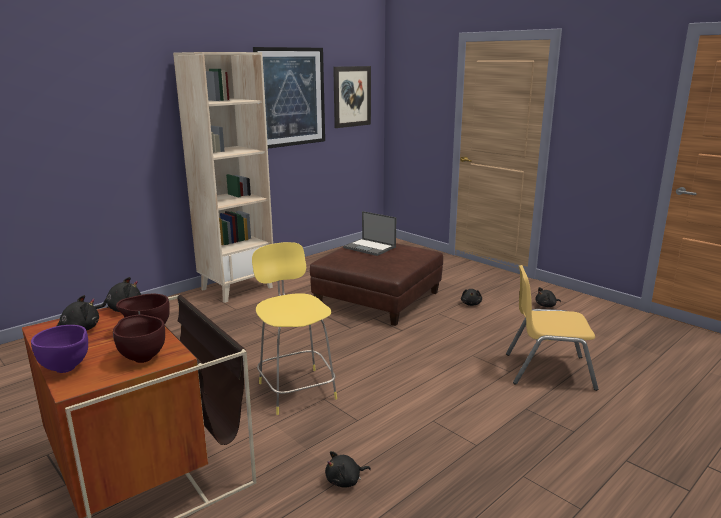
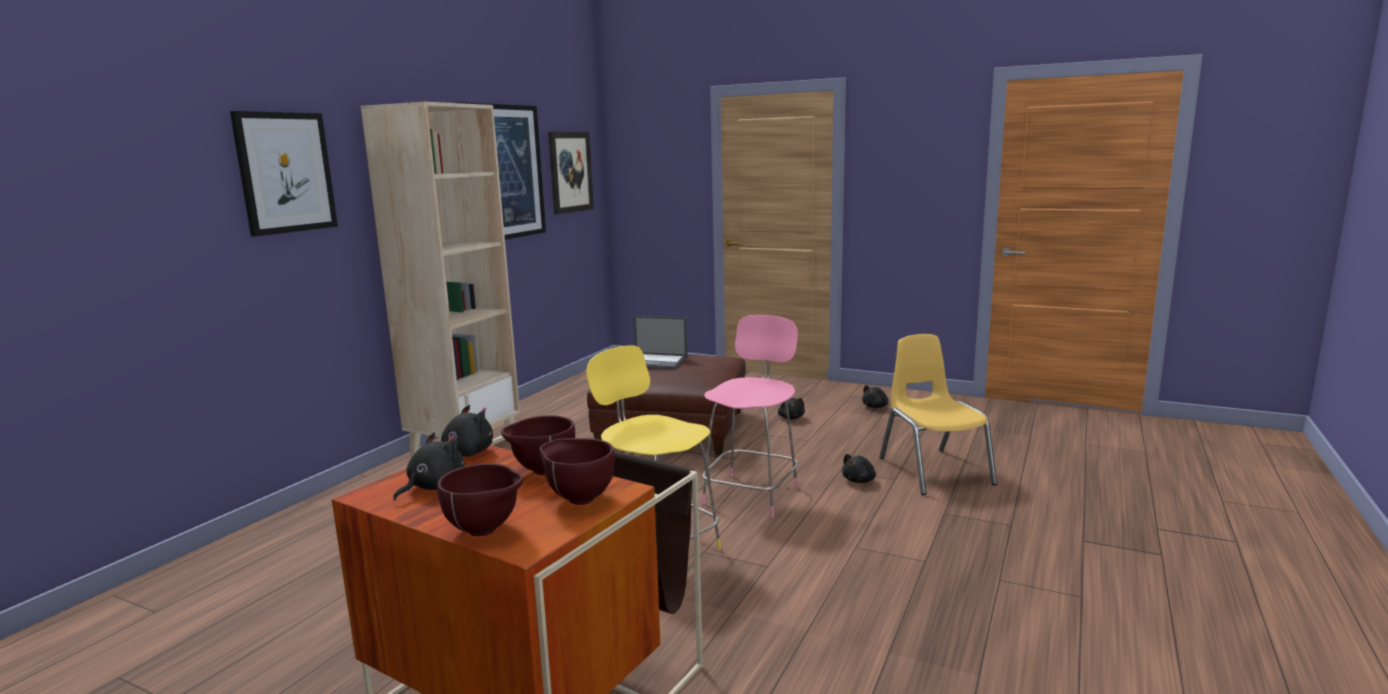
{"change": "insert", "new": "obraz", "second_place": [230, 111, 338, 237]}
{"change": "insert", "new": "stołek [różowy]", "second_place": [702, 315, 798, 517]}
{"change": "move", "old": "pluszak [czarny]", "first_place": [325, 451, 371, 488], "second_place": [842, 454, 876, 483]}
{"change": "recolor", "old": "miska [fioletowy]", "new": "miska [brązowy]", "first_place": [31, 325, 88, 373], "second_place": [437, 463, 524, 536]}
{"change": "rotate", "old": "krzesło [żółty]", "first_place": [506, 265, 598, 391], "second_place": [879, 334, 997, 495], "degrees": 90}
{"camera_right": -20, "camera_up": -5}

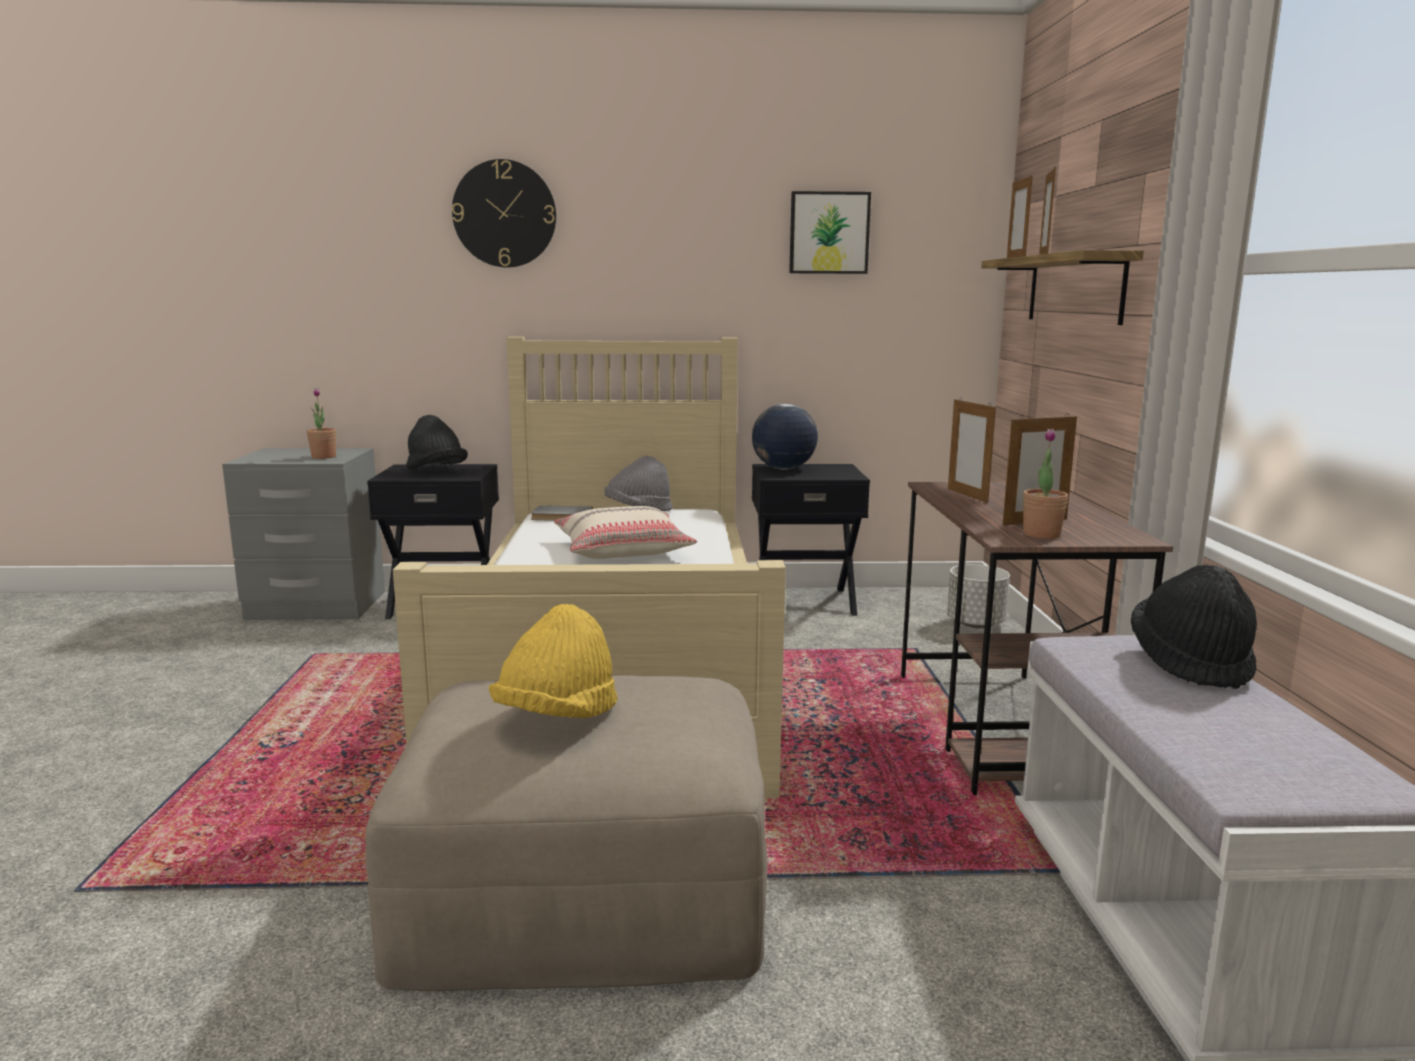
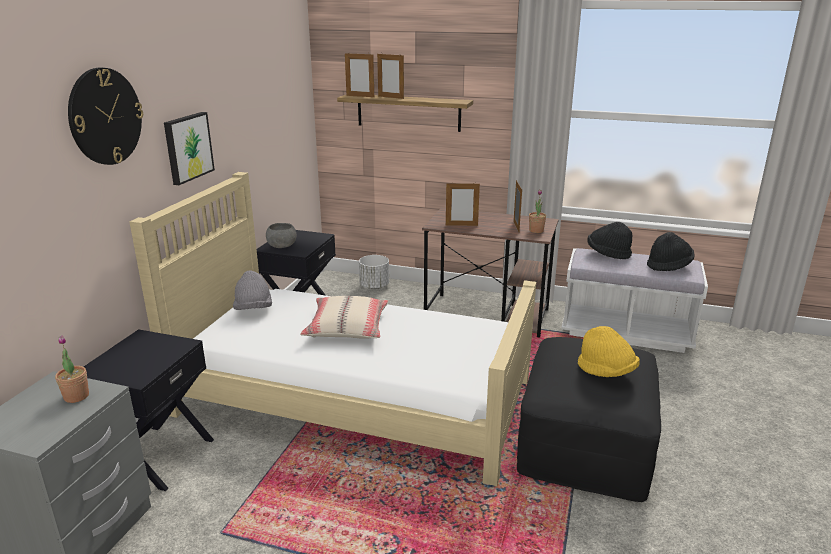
{"change": "delete", "old": "książka [szary]", "first_place": [531, 505, 593, 521]}
{"change": "move", "old": "kapelusz [czarny]", "first_place": [406, 415, 468, 469], "second_place": [647, 232, 694, 271]}
{"change": "move", "old": "obraz", "first_place": [789, 191, 871, 274], "second_place": [164, 112, 215, 185]}
{"change": "replace", "old": "globus", "new": "miska [szary]", "first_place": [752, 404, 818, 470], "second_place": [266, 223, 297, 248]}
{"change": "recolor", "old": "pufa [beżowy]", "new": "pufa [czarny]", "first_place": [366, 675, 768, 991], "second_place": [517, 337, 661, 502]}
{"camera_right": -70, "camera_up": 10}

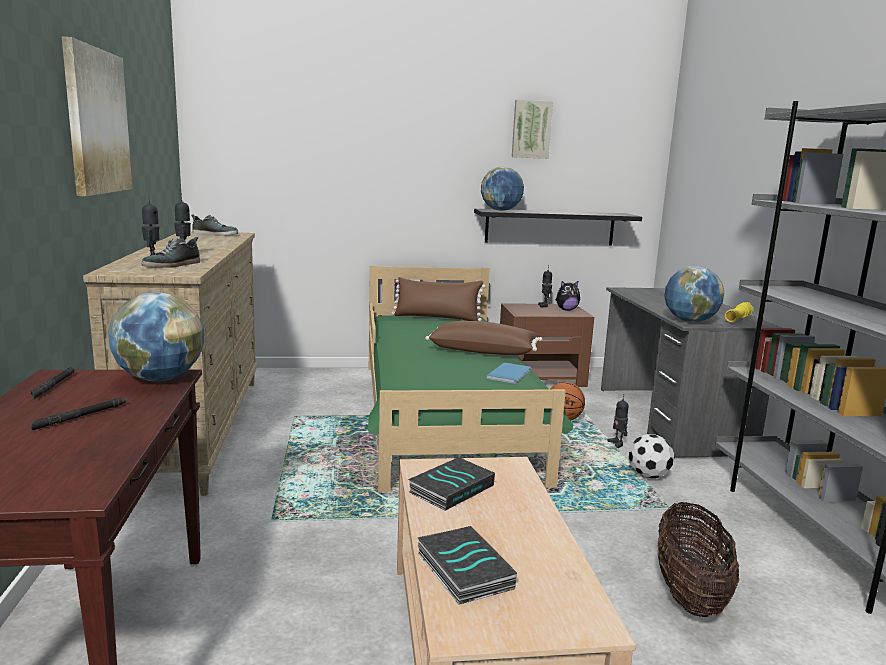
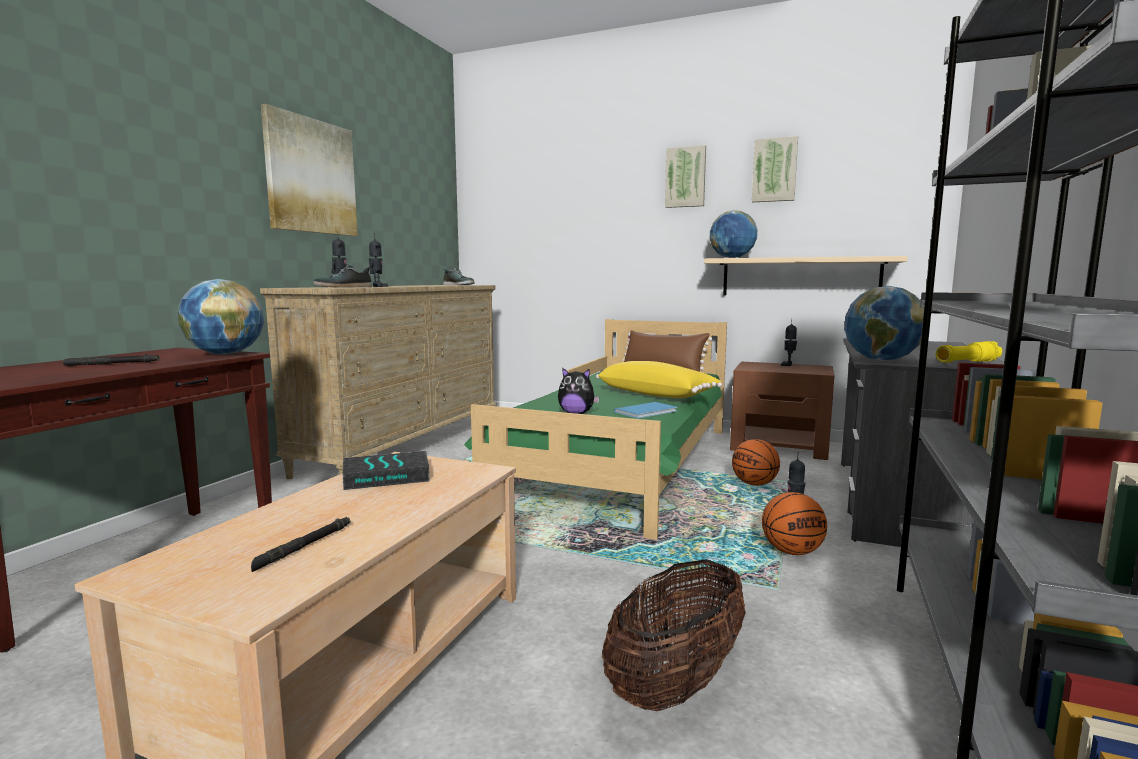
{"change": "delete", "old": "książka", "first_place": [417, 526, 517, 605]}
{"change": "insert", "new": "obraz", "second_place": [665, 145, 706, 208]}
{"change": "move", "old": "latarka [czarny]", "first_place": [31, 367, 75, 400], "second_place": [251, 517, 350, 572]}
{"change": "move", "old": "pluszak", "first_place": [555, 280, 580, 311], "second_place": [558, 367, 600, 414]}
{"change": "replace", "old": "piłka futbolowa", "new": "piłka do koszykówki", "first_place": [628, 434, 674, 479], "second_place": [762, 492, 827, 555]}
{"change": "recolor", "old": "poduszka [brązowy]", "new": "poduszka [żółty]", "first_place": [425, 321, 542, 355], "second_place": [596, 361, 722, 398]}
{"change": "recolor", "old": "półka [czarny]", "new": "półka [beżowy]", "first_place": [474, 209, 642, 246], "second_place": [704, 256, 908, 296]}
{"camera_right": 30, "camera_up": -5}

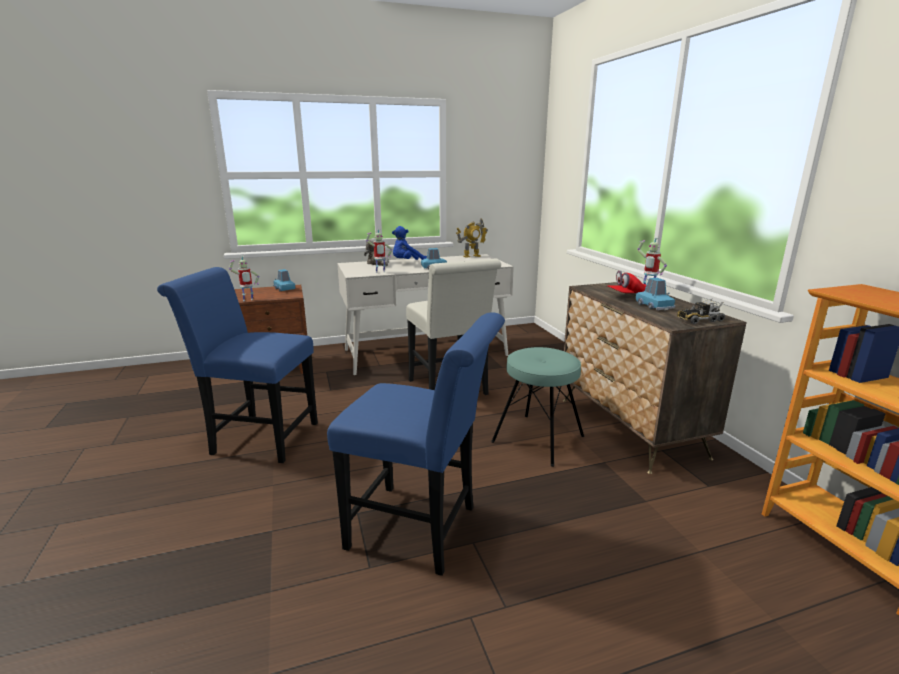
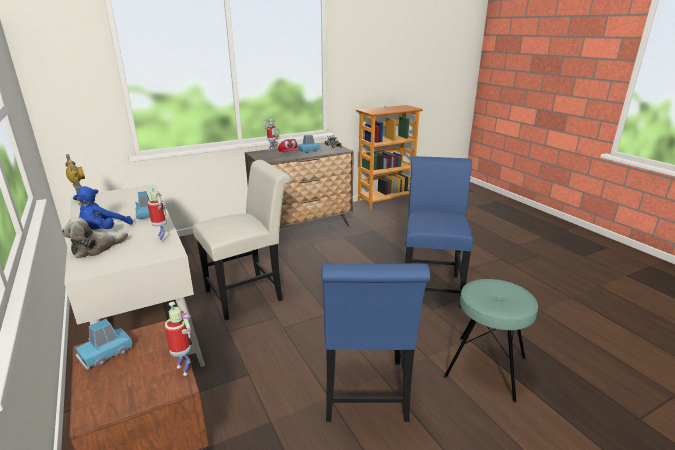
{"change": "move", "old": "stołek [turkusowy]", "first_place": [491, 347, 584, 467], "second_place": [444, 279, 538, 403]}
{"change": "rotate", "old": "pluszak [niebieski]", "first_place": [392, 226, 427, 260], "second_place": [73, 186, 133, 230], "degrees": 60}
{"camera_right": -100, "camera_up": 5}

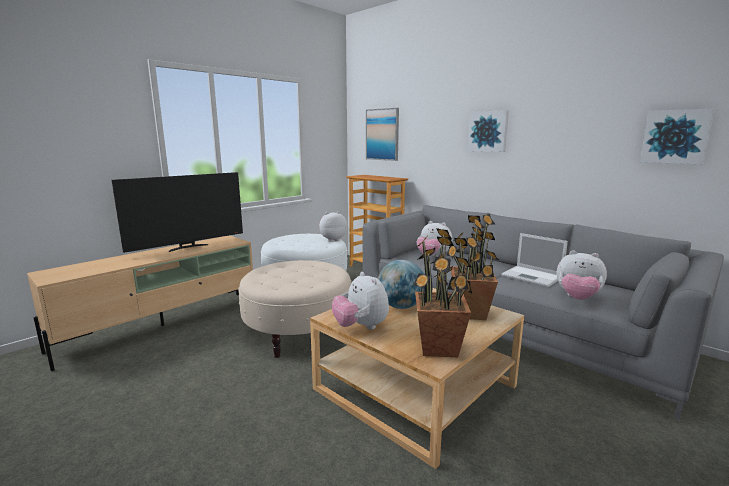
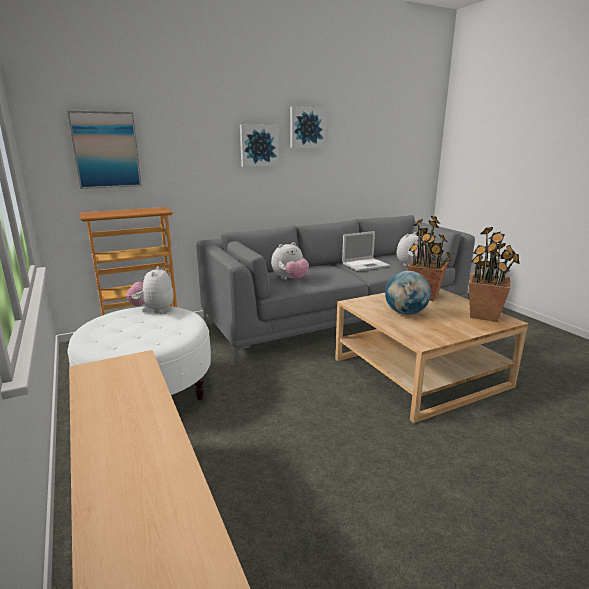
{"change": "delete", "old": "telewizor", "first_place": [112, 172, 243, 253]}
{"change": "delete", "old": "pufa [beżowy]", "first_place": [238, 260, 352, 358]}
{"change": "delete", "old": "pluszak", "first_place": [332, 272, 389, 330]}
{"change": "move", "old": "obraz", "first_place": [640, 109, 715, 164], "second_place": [290, 106, 326, 148]}
{"camera_right": -70, "camera_up": 5}

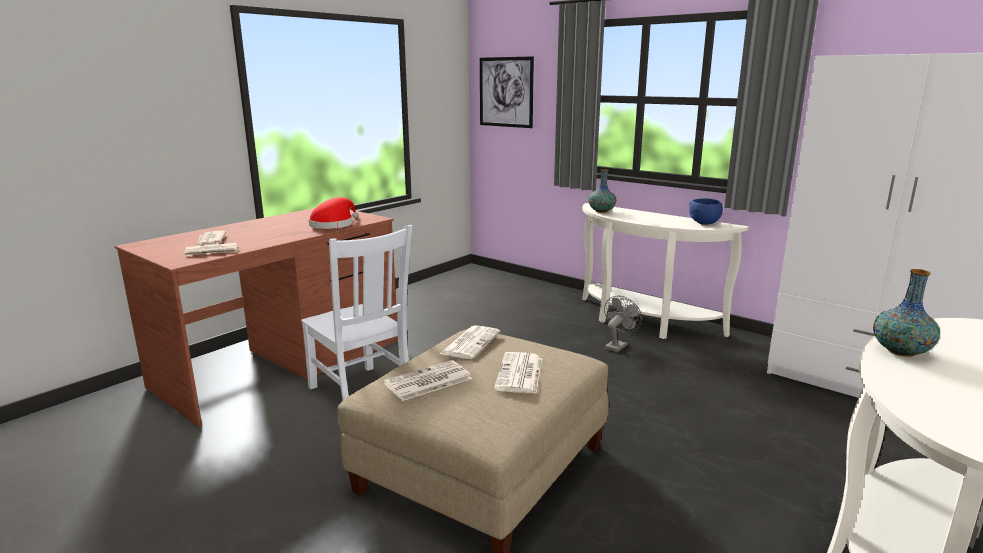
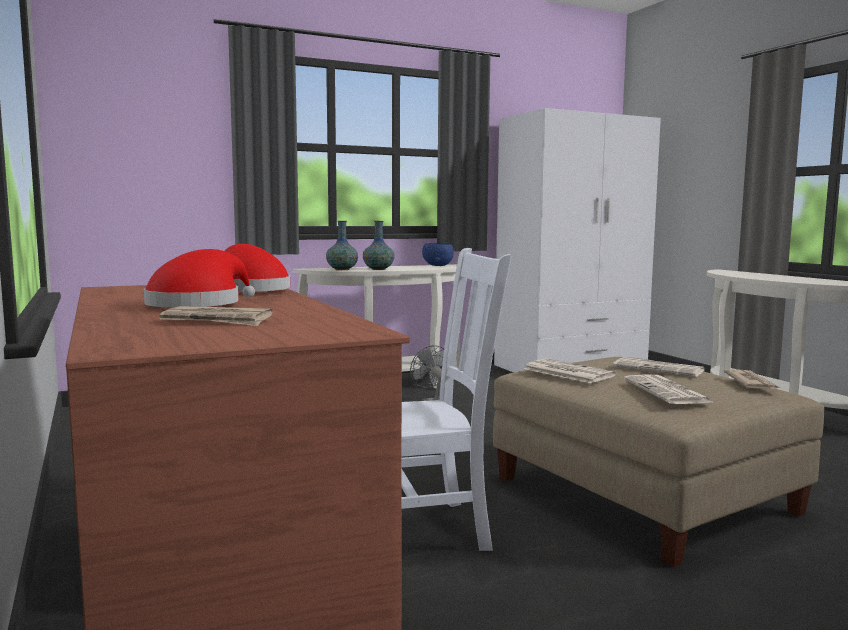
{"change": "delete", "old": "obraz", "first_place": [480, 56, 534, 128]}
{"change": "insert", "new": "kapelusz [czerwony]", "second_place": [144, 249, 255, 307]}
{"change": "move", "old": "gazeta", "first_place": [184, 243, 239, 256], "second_place": [724, 369, 781, 389]}
{"change": "move", "old": "wazon", "first_place": [873, 269, 940, 357], "second_place": [363, 221, 394, 270]}
{"camera_right": -65, "camera_up": -10}

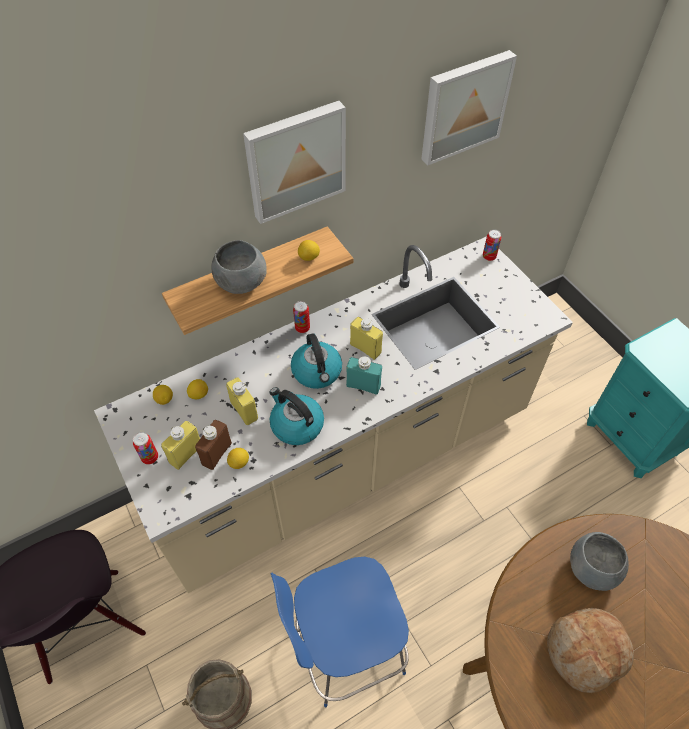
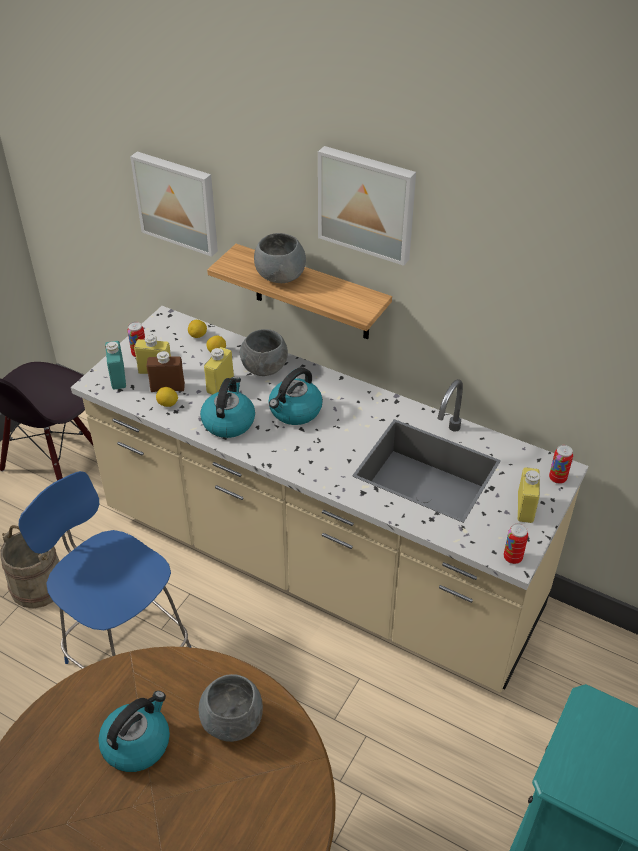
{"change": "delete", "old": "cytryna", "first_place": [298, 240, 320, 261]}
{"change": "insert", "new": "miska [szary]", "second_place": [240, 329, 288, 376]}
{"change": "move", "old": "puszka", "first_place": [293, 301, 310, 333], "second_place": [504, 523, 528, 564]}
{"change": "move", "old": "butelka [turkusowy]", "first_place": [346, 356, 382, 395], "second_place": [105, 341, 126, 389]}
{"change": "move", "old": "butelka [żółty]", "first_place": [350, 317, 383, 360], "second_place": [518, 468, 540, 523]}
{"change": "move", "old": "obraz", "first_place": [421, 50, 517, 165], "second_place": [130, 152, 218, 257]}
{"change": "replace", "old": "chleb", "new": "czajnik", "first_place": [547, 608, 634, 693], "second_place": [98, 691, 170, 772]}
{"camera_right": 60, "camera_up": -10}

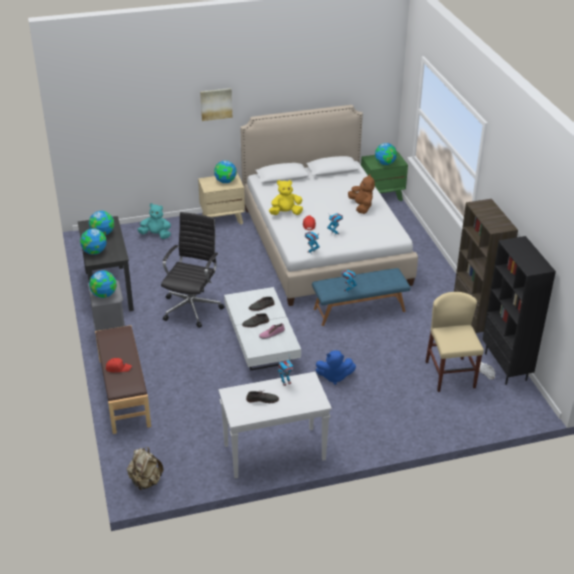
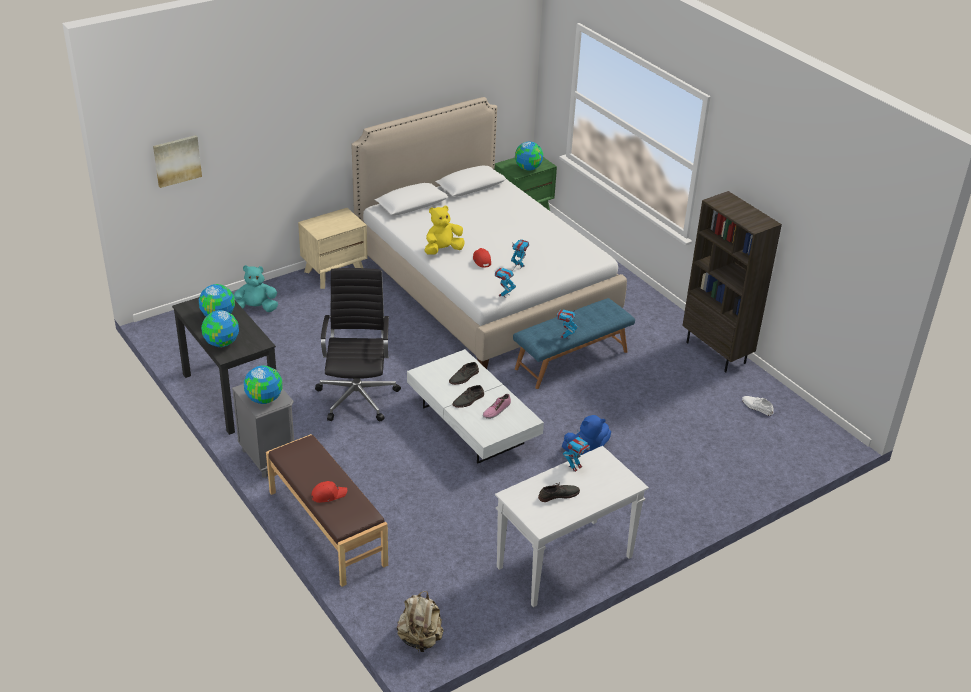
{"change": "delete", "old": "globus", "first_place": [214, 161, 237, 183]}
{"change": "delete", "old": "pluszak [brązowy]", "first_place": [348, 174, 375, 214]}
{"change": "delete", "old": "krzesło [beżowy]", "first_place": [425, 292, 484, 392]}
{"change": "delete", "old": "regał [czarny]", "first_place": [482, 236, 556, 385]}
{"change": "move", "old": "obraz", "first_place": [200, 88, 232, 121], "second_place": [153, 135, 202, 188]}
{"camera_right": -20, "camera_up": 0}

